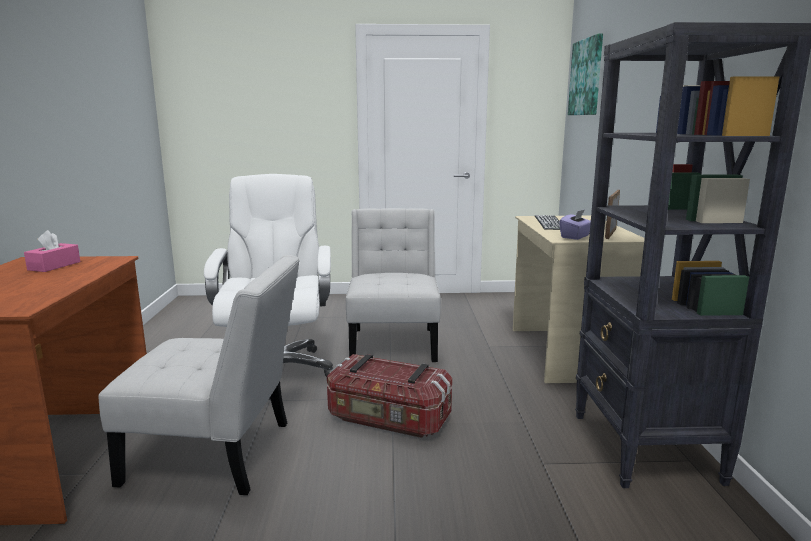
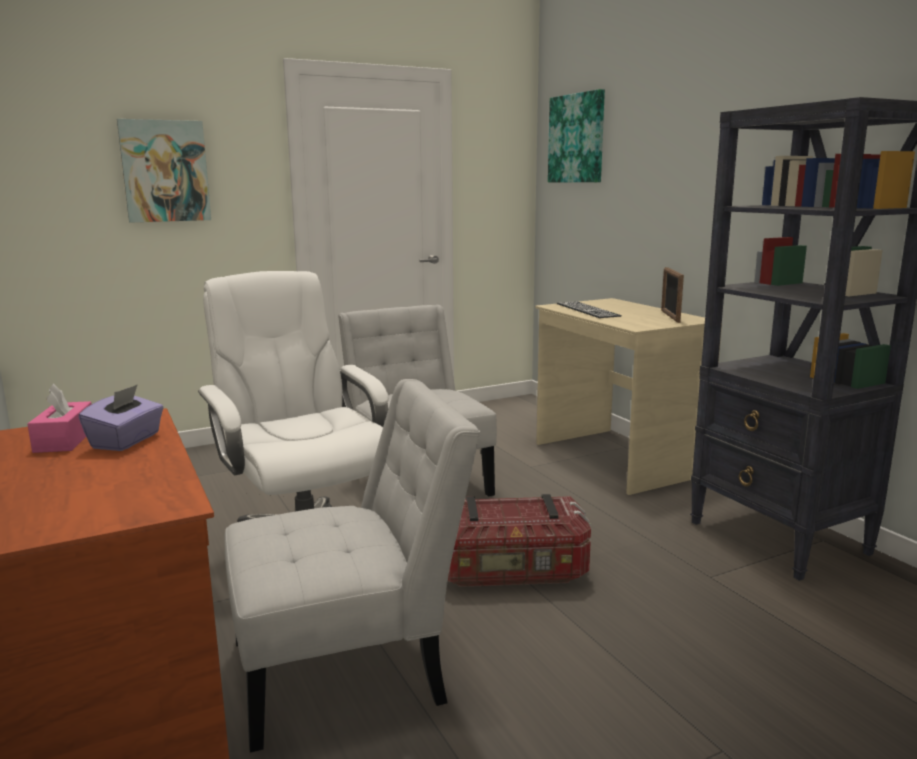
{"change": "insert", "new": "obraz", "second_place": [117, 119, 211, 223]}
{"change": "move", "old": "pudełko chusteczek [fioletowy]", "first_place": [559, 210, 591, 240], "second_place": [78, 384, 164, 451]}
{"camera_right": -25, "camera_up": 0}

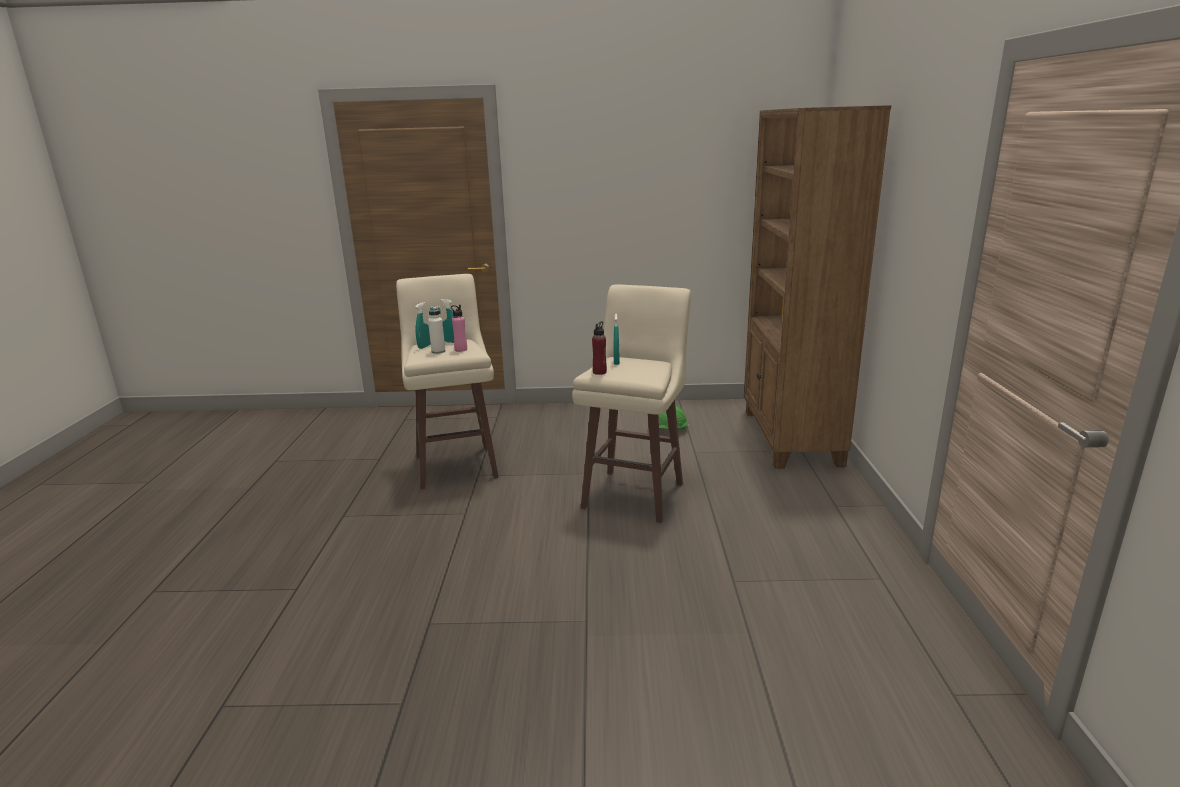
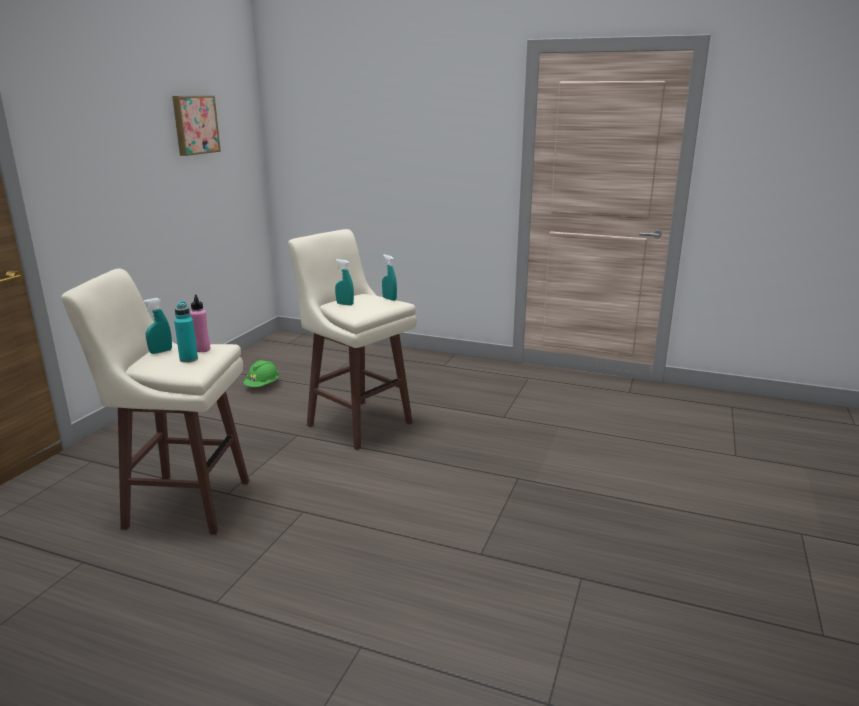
{"change": "delete", "old": "butelka [czerwony]", "first_place": [592, 321, 607, 375]}
{"change": "delete", "old": "regał [brązowy]", "first_place": [744, 105, 891, 469]}
{"change": "insert", "new": "obraz", "second_place": [172, 96, 221, 156]}
{"change": "move", "old": "spryskiwacz [turkusowy]", "first_place": [415, 302, 431, 349], "second_place": [382, 255, 397, 301]}
{"change": "recolor", "old": "butelka [biały]", "new": "butelka [turkusowy]", "first_place": [428, 306, 445, 354], "second_place": [174, 302, 198, 363]}
{"camera_right": -70, "camera_up": 0}

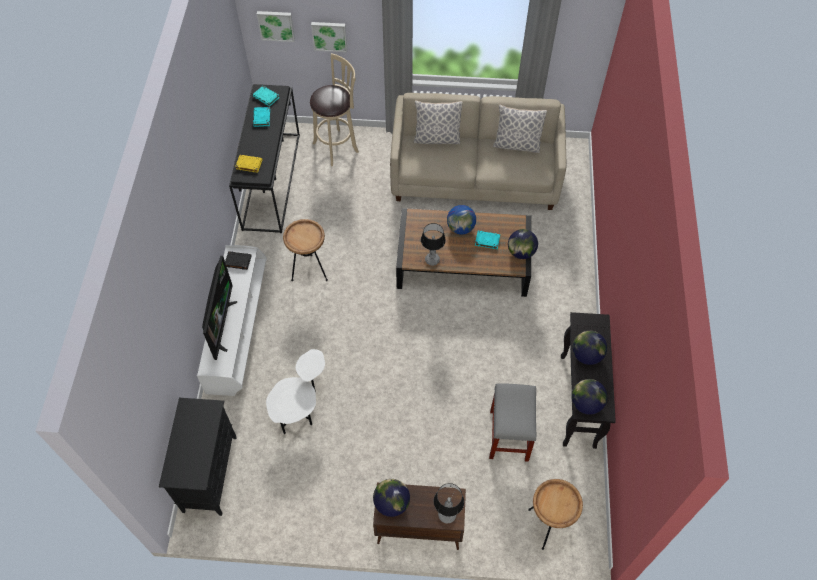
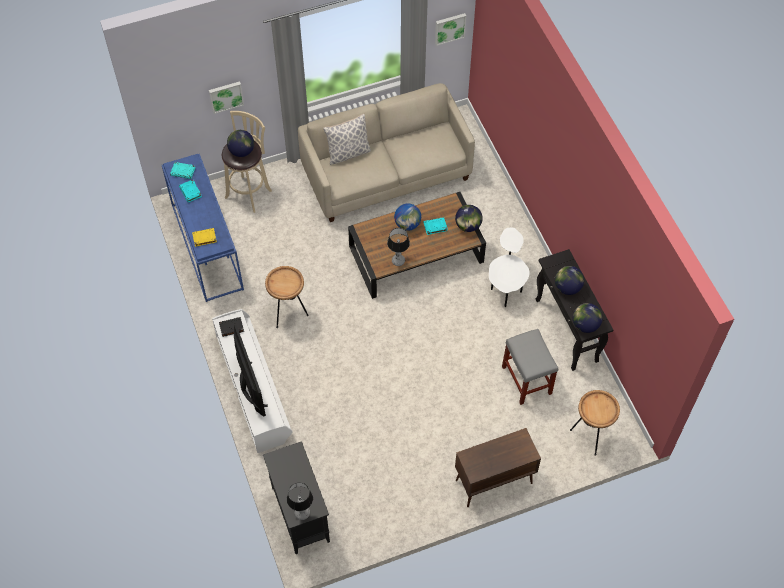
{"change": "delete", "old": "poduszka", "first_place": [493, 105, 547, 153]}
{"change": "move", "old": "obraz", "first_place": [257, 11, 295, 42], "second_place": [435, 13, 466, 46]}
{"change": "move", "old": "stolik [biały]", "first_place": [266, 349, 325, 434], "second_place": [489, 227, 530, 307]}
{"change": "move", "old": "globus", "first_place": [373, 479, 410, 517], "second_place": [227, 130, 254, 157]}
{"change": "move", "old": "lampa stołowa", "first_place": [434, 483, 464, 523], "second_place": [287, 483, 313, 520]}
{"change": "recolor", "old": "stolik konsolowy [czarny]", "new": "stolik konsolowy [niebieski]", "first_place": [229, 84, 300, 233], "second_place": [162, 154, 244, 302]}
{"camera_right": -25, "camera_up": 0}

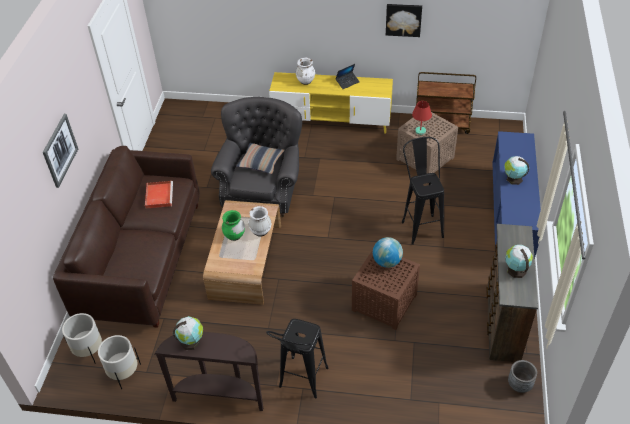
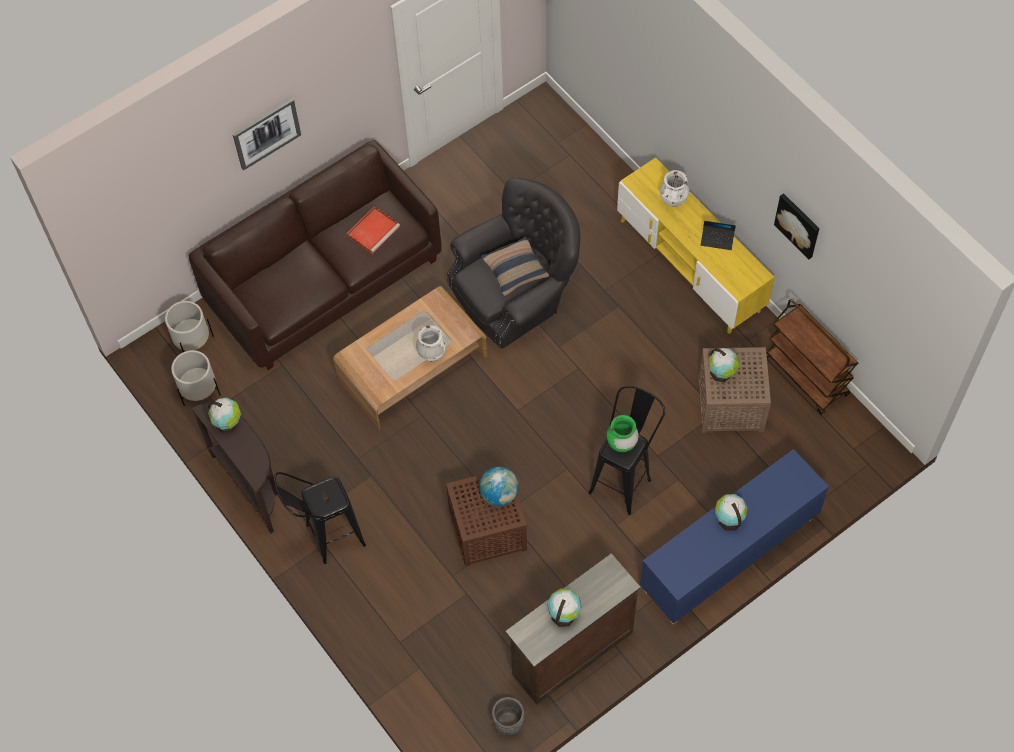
{"change": "move", "old": "wazon [zielony]", "first_place": [222, 210, 245, 241], "second_place": [607, 415, 639, 452]}
{"change": "replace", "old": "lampa stołowa [czerwony]", "new": "globus", "first_place": [412, 101, 432, 135], "second_place": [709, 348, 739, 382]}
{"camera_right": 45, "camera_up": 15}

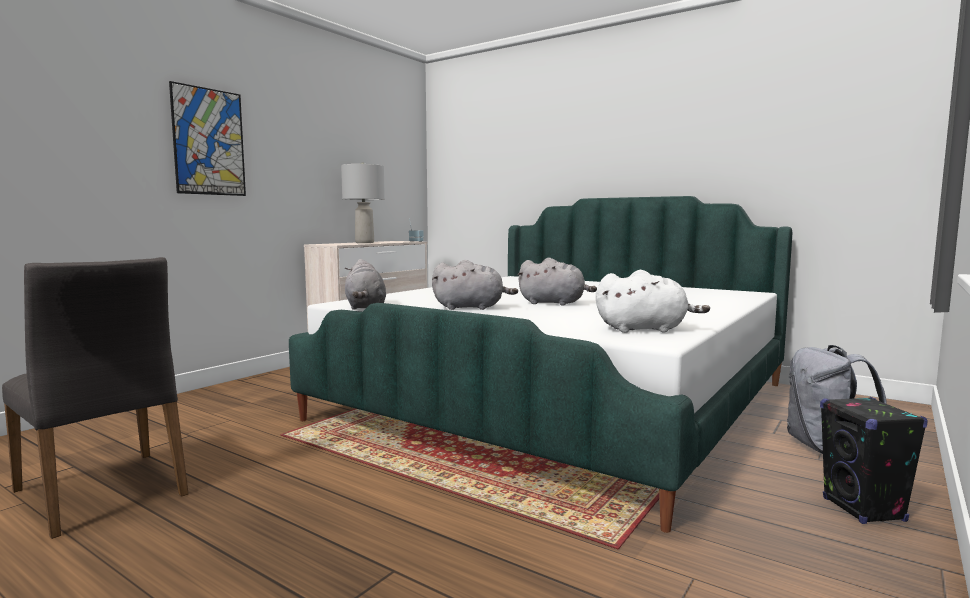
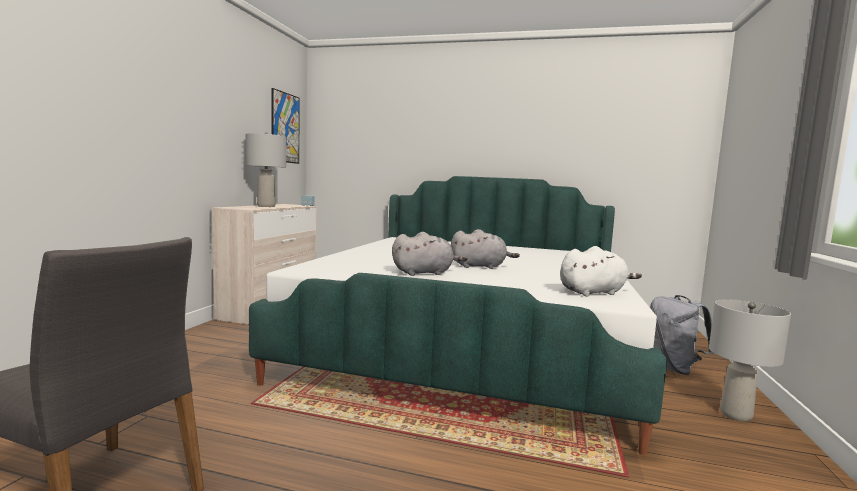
{"change": "delete", "old": "pluszak [szary]", "first_place": [345, 259, 386, 310]}
{"change": "move", "old": "obraz", "first_place": [169, 81, 246, 196], "second_place": [272, 88, 300, 164]}
{"change": "replace", "old": "głośnik [czarny]", "new": "lampa stołowa [szary]", "first_place": [820, 397, 928, 524], "second_place": [709, 299, 791, 422]}
{"camera_right": -20, "camera_up": 0}

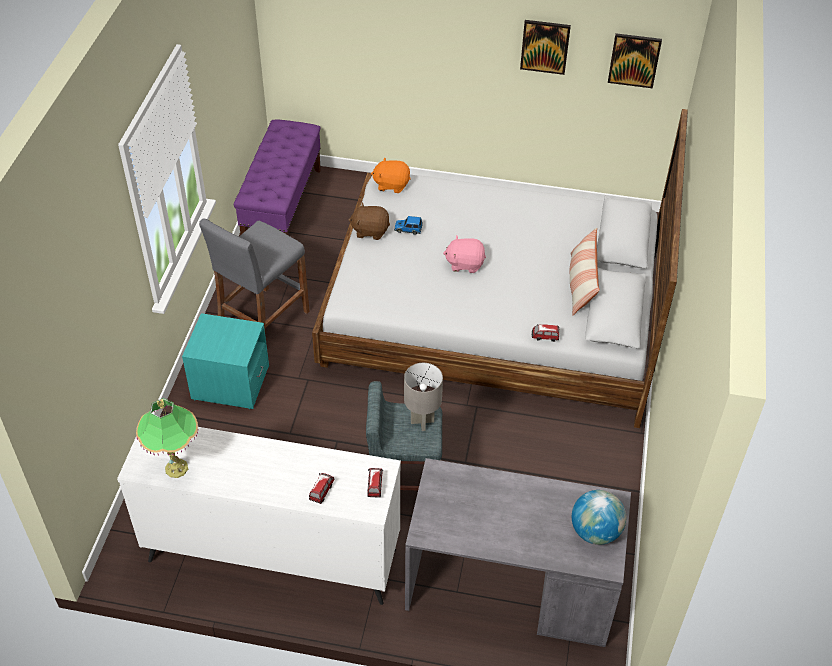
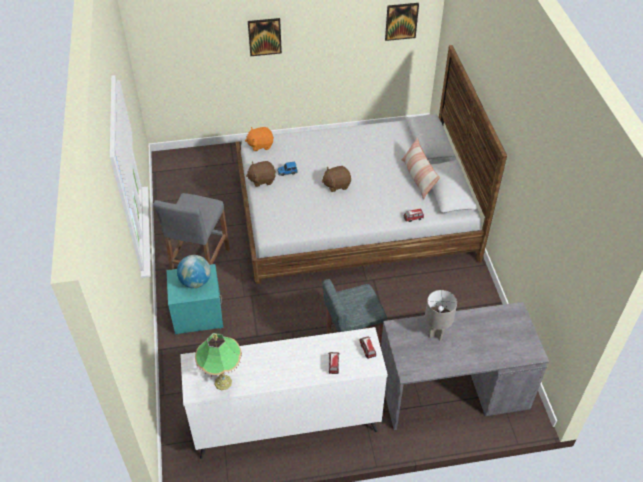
{"change": "delete", "old": "ławka [fioletowy]", "first_place": [234, 120, 321, 236]}
{"change": "move", "old": "lampa stołowa [szary]", "first_place": [404, 363, 443, 431], "second_place": [425, 290, 457, 341]}
{"change": "move", "old": "obraz", "first_place": [520, 20, 571, 75], "second_place": [248, 18, 282, 56]}
{"change": "move", "old": "globus", "first_place": [572, 490, 626, 545], "second_place": [177, 255, 211, 288]}
{"change": "recolor", "old": "pluszak [różowy]", "new": "pluszak [brązowy]", "first_place": [443, 235, 486, 273], "second_place": [322, 166, 351, 192]}
{"camera_right": -20, "camera_up": 0}

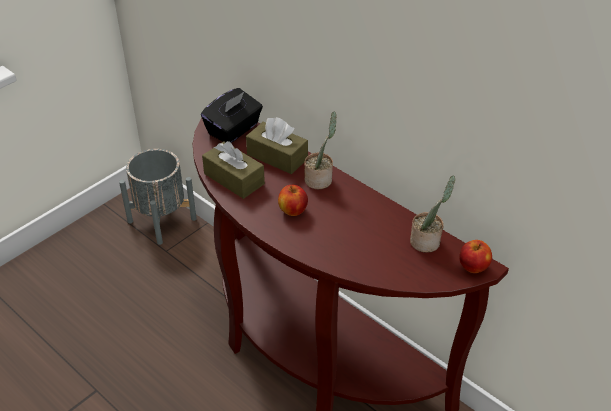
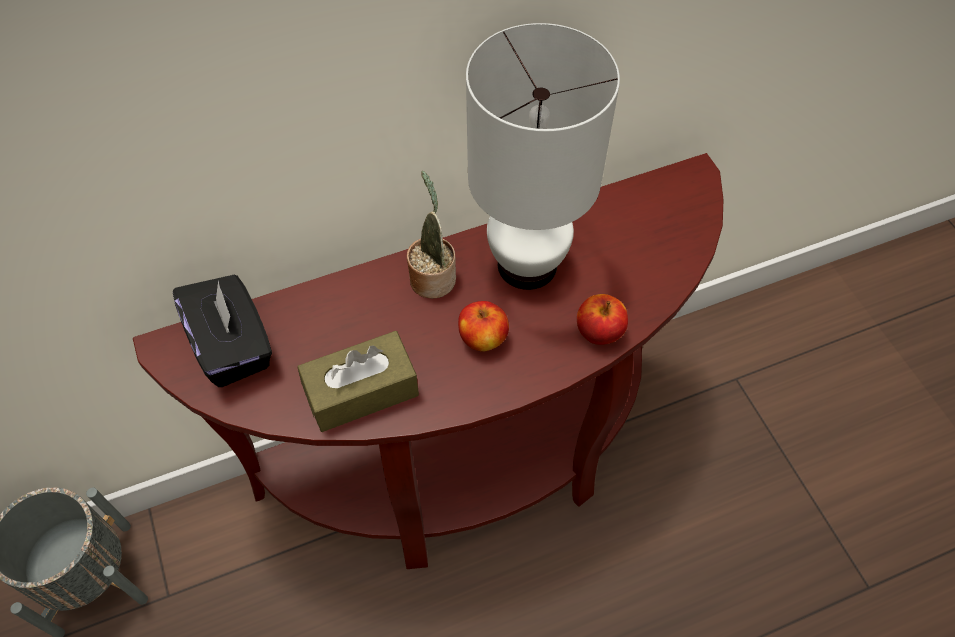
{"change": "delete", "old": "pudełko chusteczek [brązowy]", "first_place": [246, 117, 308, 174]}
{"change": "delete", "old": "roślina doniczkowa", "first_place": [410, 176, 455, 252]}
{"change": "insert", "new": "lampa stołowa [biały]", "second_place": [466, 23, 620, 290]}
{"change": "move", "old": "jabłko", "first_place": [459, 240, 492, 273], "second_place": [577, 294, 628, 345]}
{"camera_right": -65, "camera_up": 15}

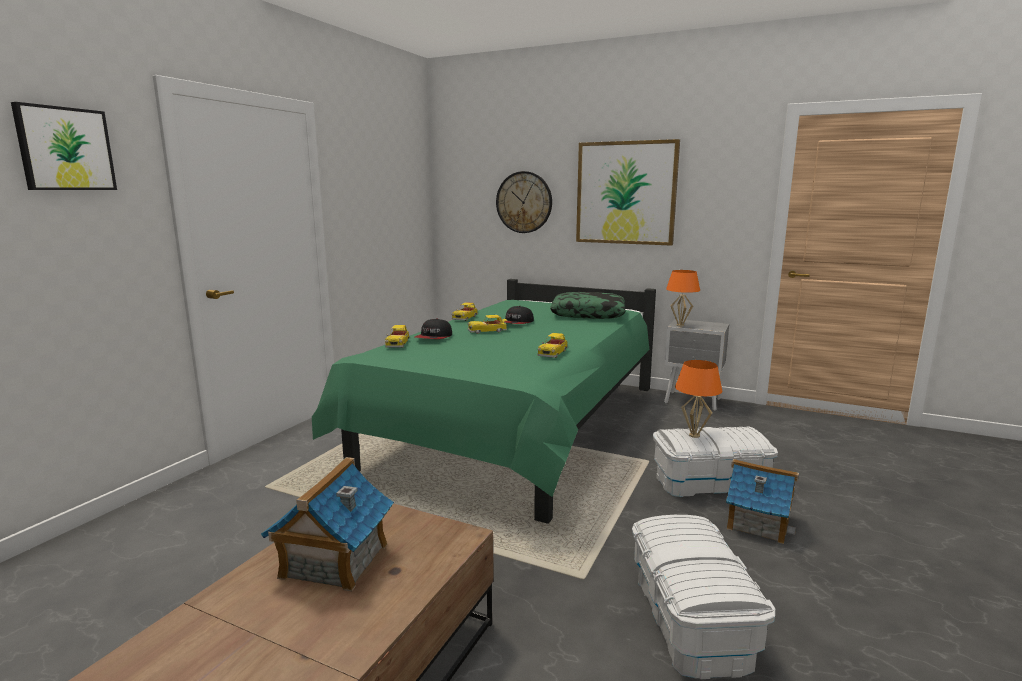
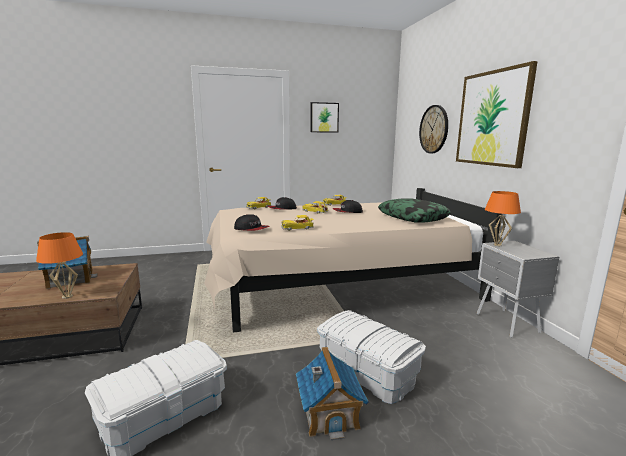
{"change": "insert", "new": "czapka z daszkiem", "second_place": [234, 214, 270, 231]}
{"change": "move", "old": "obraz", "first_place": [11, 102, 117, 190], "second_place": [310, 102, 339, 133]}
{"change": "move", "old": "lampa stołowa [pomarańczowy]", "first_place": [675, 360, 722, 438], "second_place": [36, 232, 83, 299]}
{"change": "recolor", "old": "łóżko [zielony]", "new": "łóżko [beżowy]", "first_place": [312, 279, 656, 524], "second_place": [204, 188, 503, 333]}
{"camera_right": 50, "camera_up": 0}

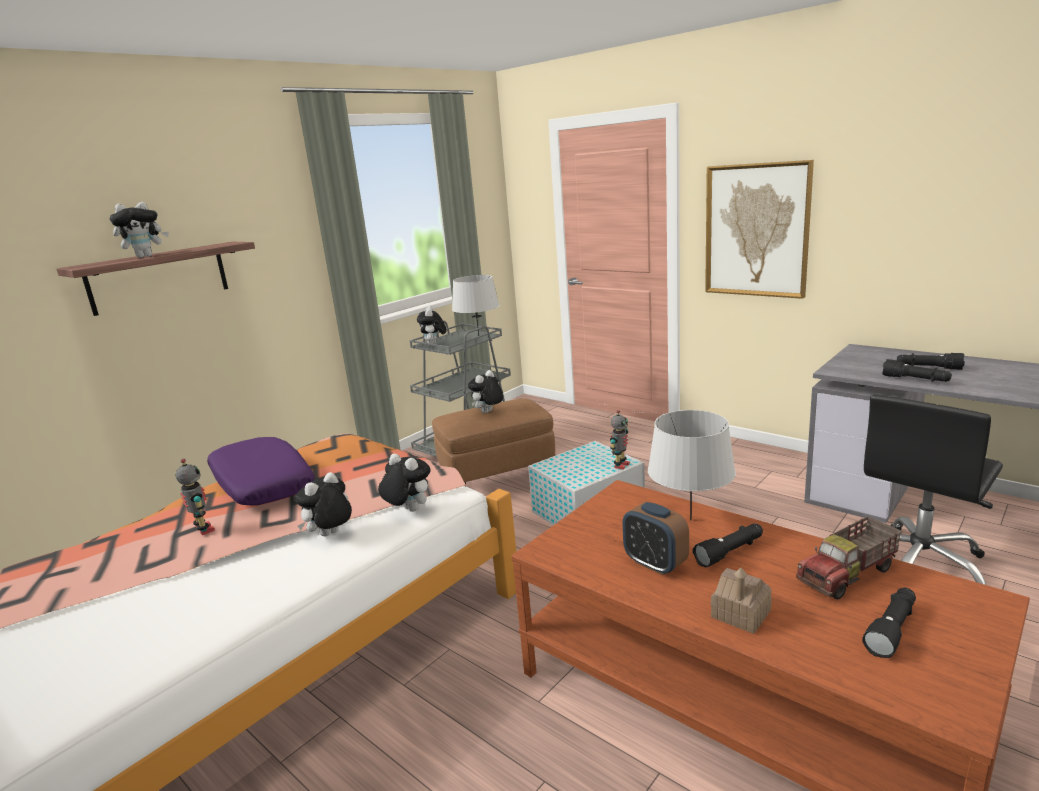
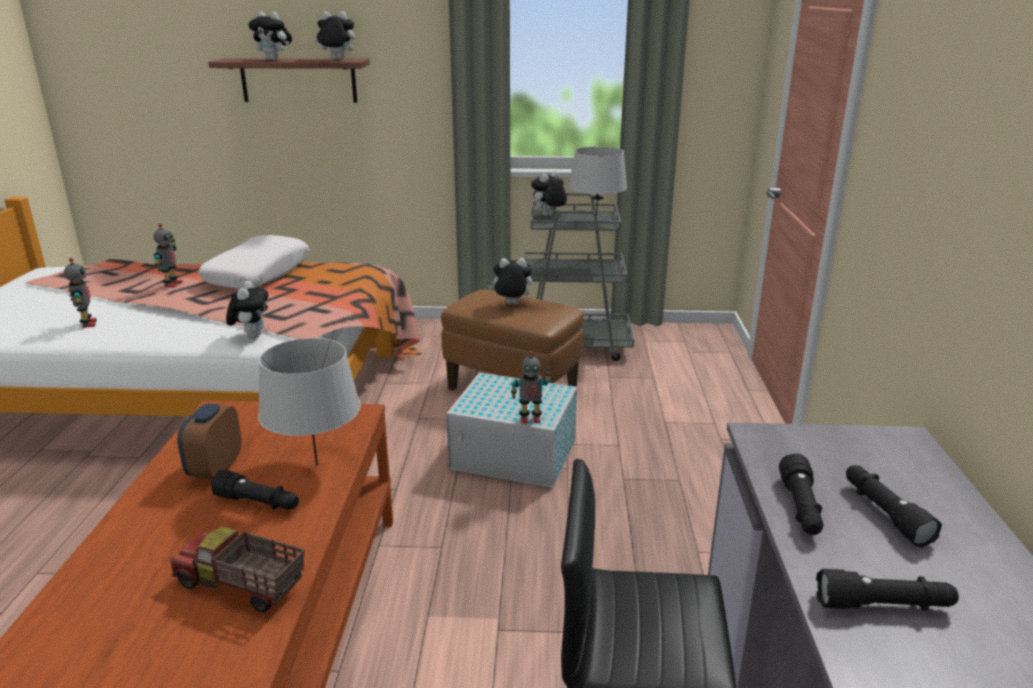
{"change": "delete", "old": "obraz", "first_place": [705, 160, 814, 299]}
{"change": "delete", "old": "domek", "first_place": [711, 568, 772, 634]}
{"change": "insert", "new": "robot zabawkowy", "second_place": [64, 258, 97, 328]}
{"change": "move", "old": "pluszak", "first_place": [294, 472, 352, 537], "second_place": [314, 11, 355, 60]}
{"change": "move", "old": "latarka [czarny]", "first_place": [862, 588, 916, 658], "second_place": [816, 569, 959, 611]}
{"change": "recolor", "old": "poduszka [fioletowy]", "new": "poduszka [biały]", "first_place": [207, 437, 315, 505], "second_place": [198, 235, 310, 289]}
{"camera_right": 50, "camera_up": 5}

